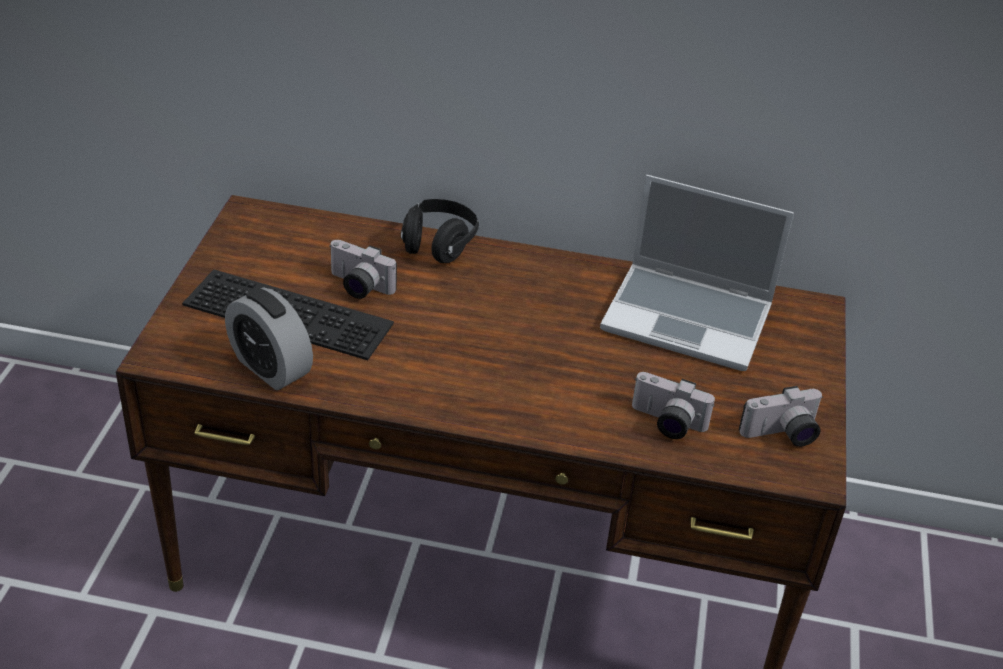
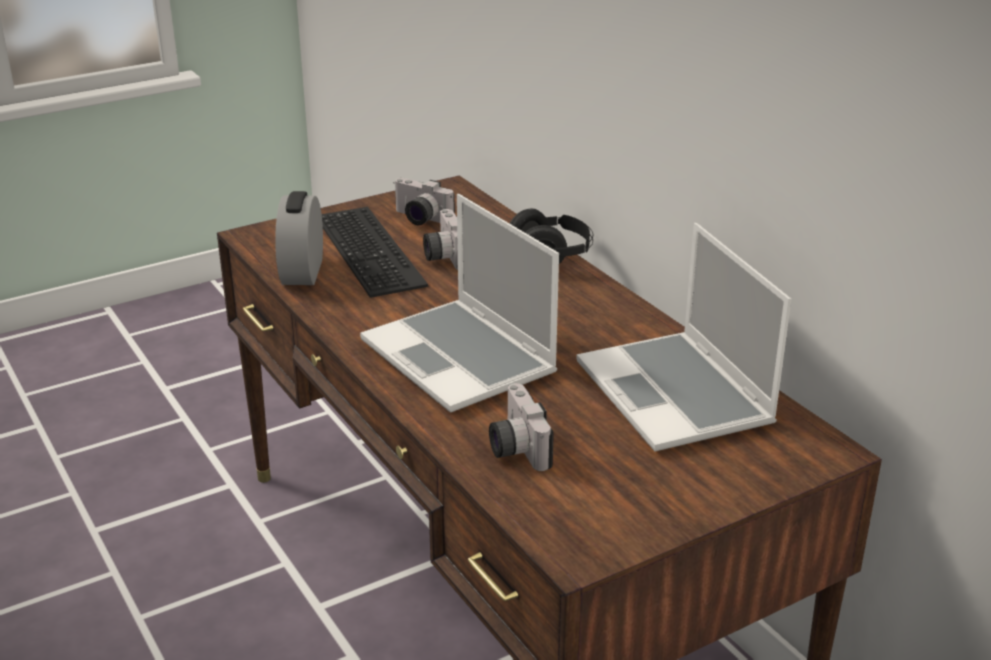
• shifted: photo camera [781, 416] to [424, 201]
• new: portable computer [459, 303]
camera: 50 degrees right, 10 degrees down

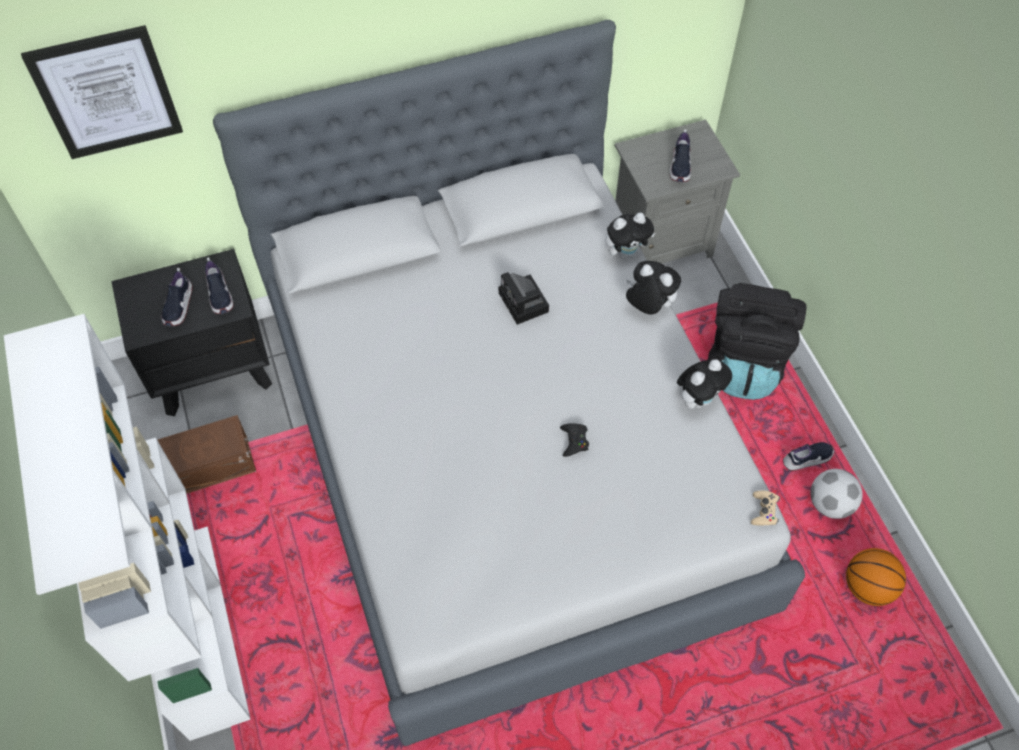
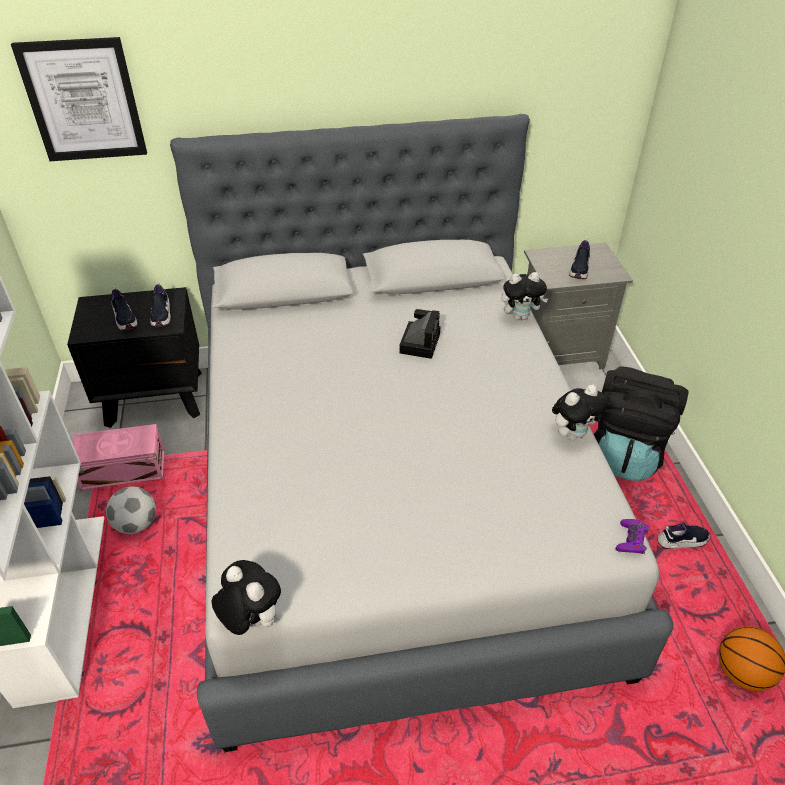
• repainted: brown-coloured storage container [207, 454] to pink storage container [119, 457]
• rotated: low shoe [177, 297] = [124, 308] 45 degrees counterclockwise
• rotated: photo camera [524, 298] = [419, 334] 150 degrees counterclockwise
• gone: black game controller [574, 440]
• shifted: plush toy [653, 288] to [246, 597]
• repainted: beige-coloured game controller [765, 508] to purple game controller [633, 536]
• shifted: football ball [837, 494] to [131, 510]
camera: 10 degrees right, 15 degrees down

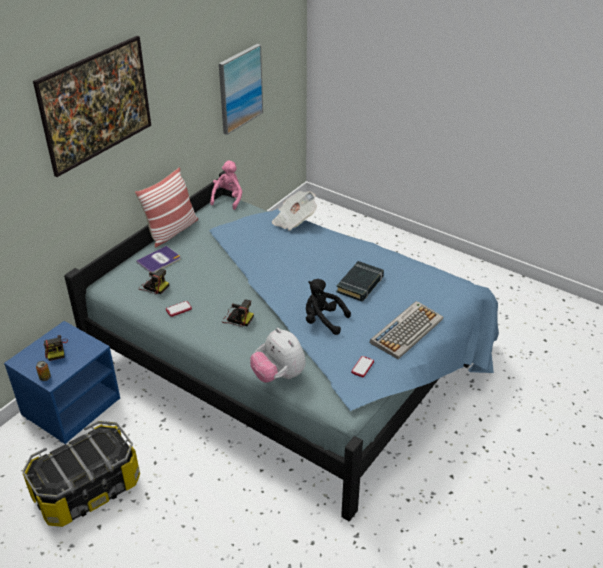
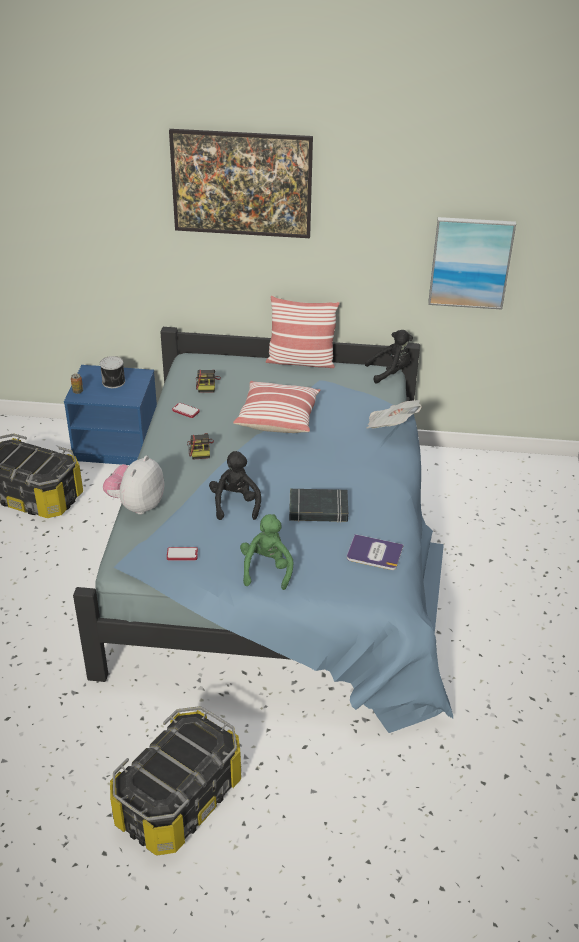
• swapped: photo camera [55, 348] to can [112, 372]
• shifted: volume [158, 259] to [375, 552]
• repainted: pink plush toy [226, 185] to black plush toy [389, 356]
• swapped: PC keyboard [407, 330] to green-coloured plush toy [266, 552]
• new: storage container [176, 780]
• new: pillow [276, 407]
camera: 60 degrees right, 0 degrees up

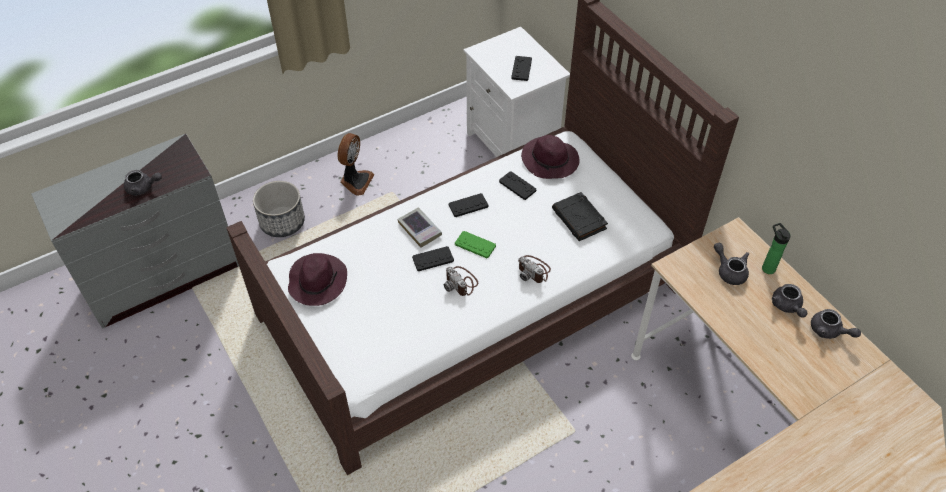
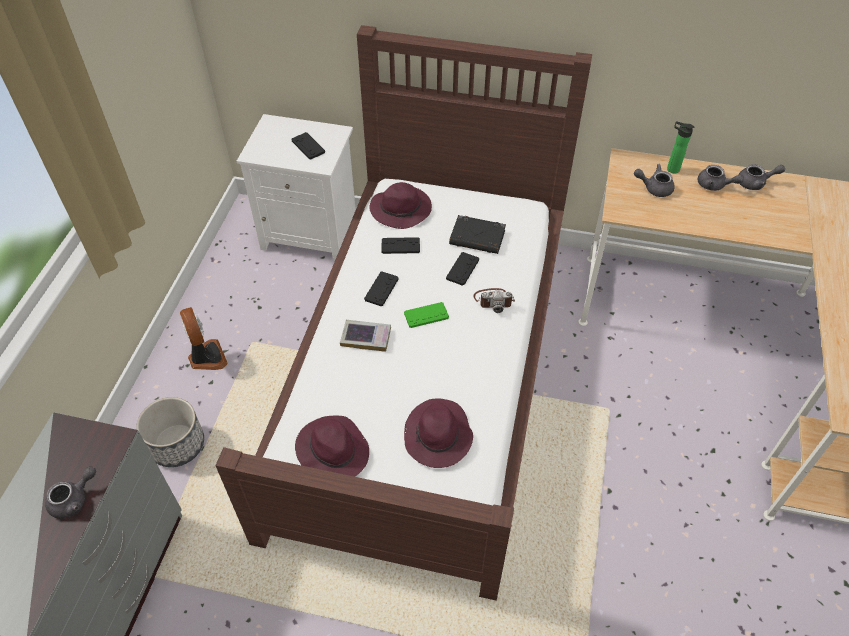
• shifted: black game controller [433, 258] to [462, 269]
• gone: photo camera [461, 281]
• new: purple hat [438, 433]
camera: 45 degrees left, 0 degrees up

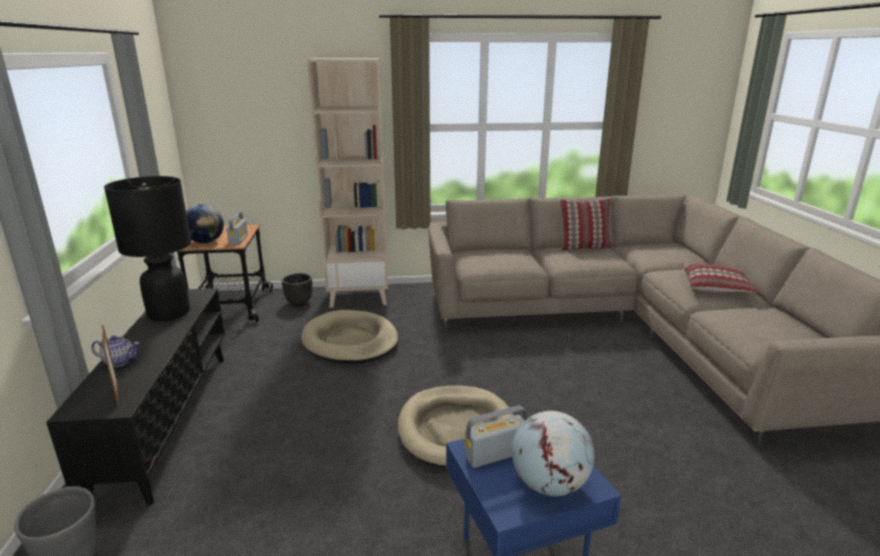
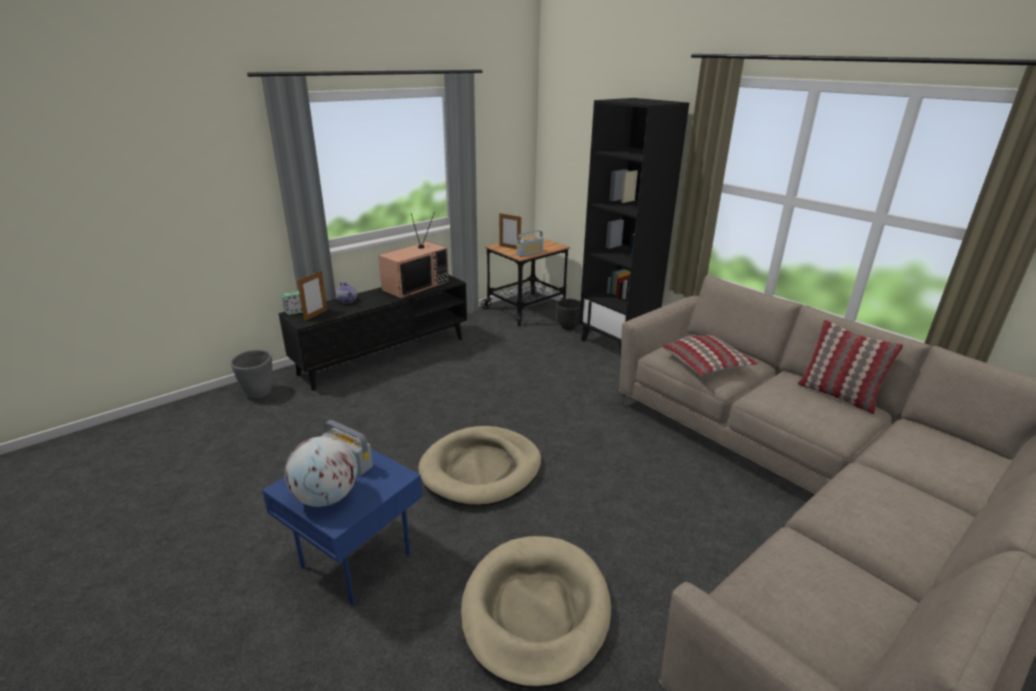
• swapped: black tabletop lamp [147, 248] to television [413, 255]
• swapped: globe [205, 223] to standing frame [510, 231]
• shifted: beige-coloured pet bed [350, 336] to [536, 612]
• repainted: beige-coloured shelving unit [347, 183] to black shelving unit [634, 228]
• shifted: pillow [720, 278] to [709, 355]
• new: alarm clock [292, 303]
camera: 55 degrees right, 5 degrees up

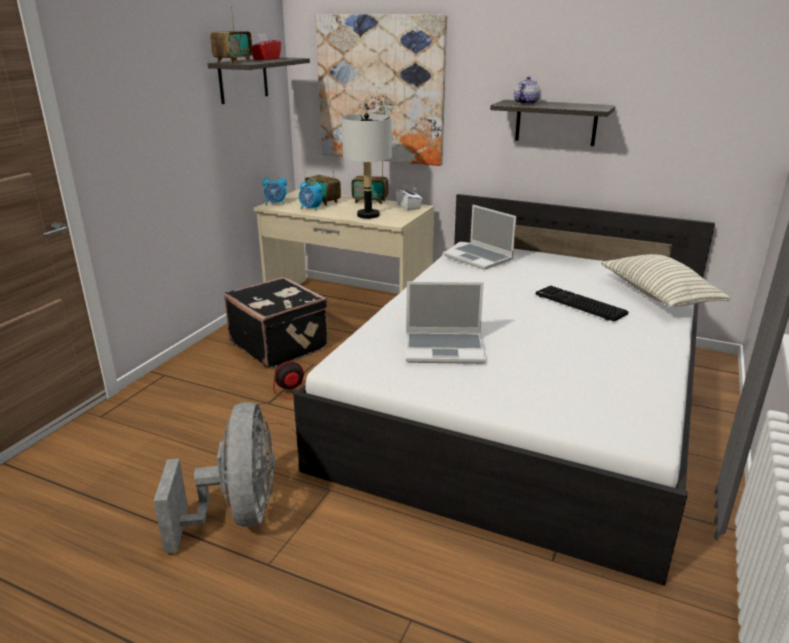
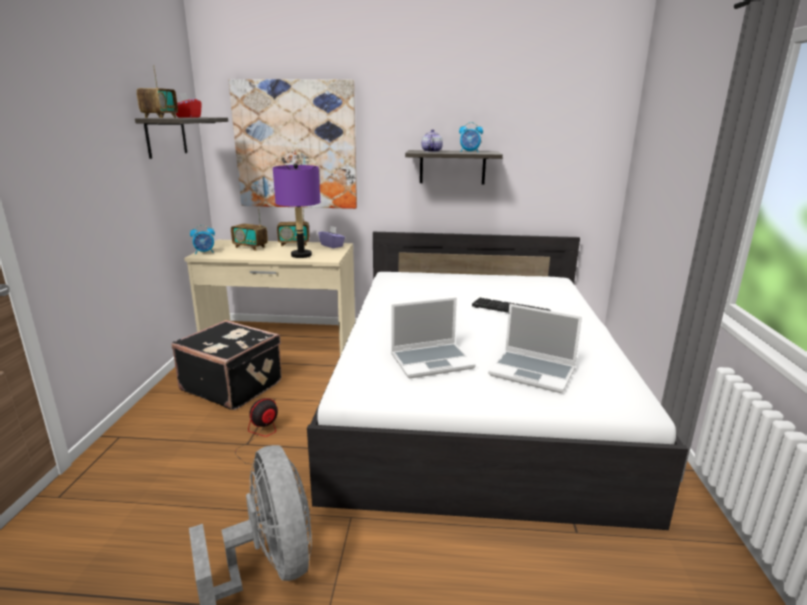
• shifted: alarm clock [311, 195] to [471, 137]
• repainted: greyish tabletop lamp [367, 166] to purple tabletop lamp [296, 210]
• repainted: white box of tissues [409, 197] to purple box of tissues [331, 237]
• shifted: portable computer [479, 237] to [535, 348]
• gone: pillow [666, 280]
camera: 20 degrees left, 5 degrees down

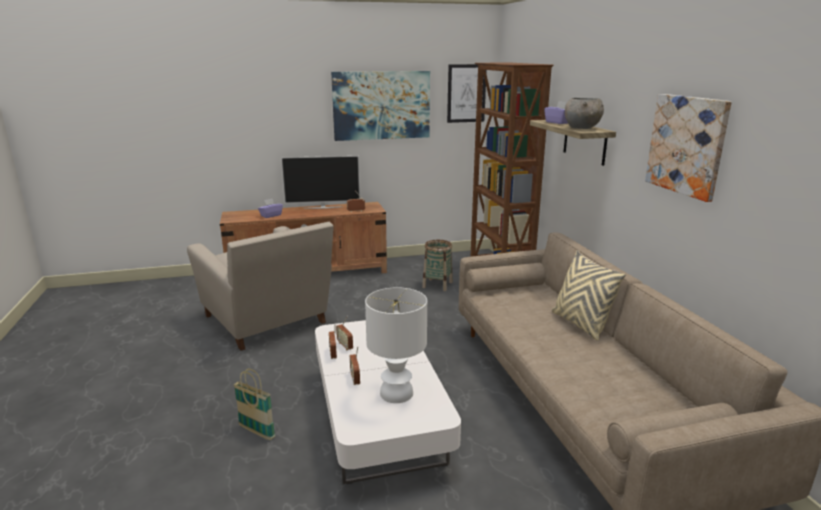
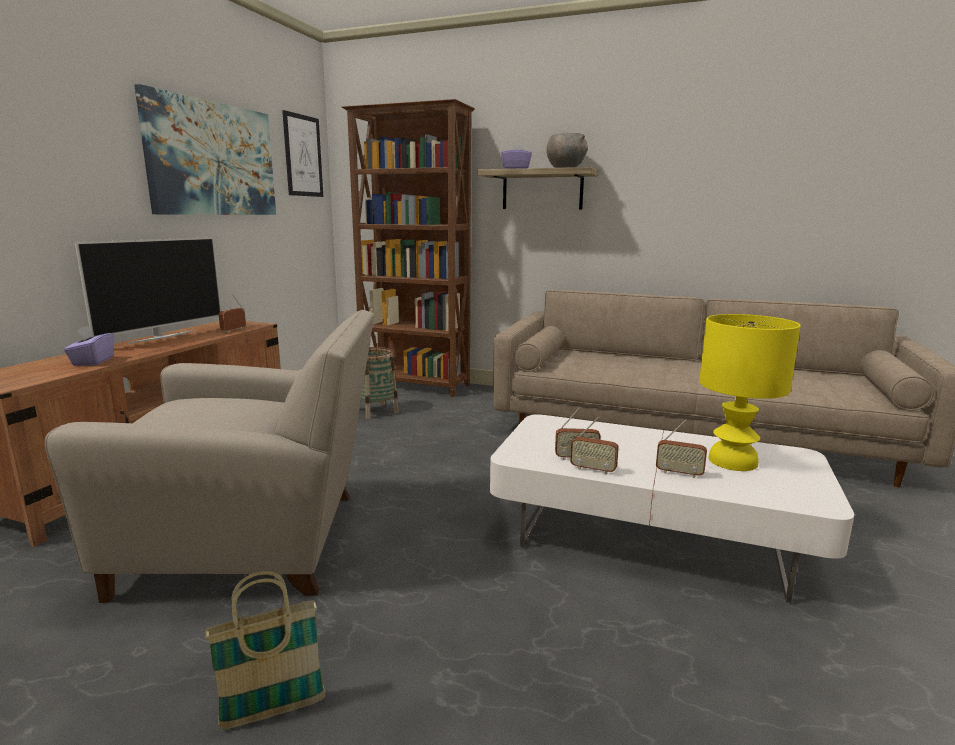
• shifted: storage basket [254, 404] to [265, 650]
• repainted: white tabletop lamp [396, 345] to yellow tabletop lamp [750, 392]
• gone: beige-coloured pillow [589, 295]
• gone: wall art [688, 148]
camera: 55 degrees left, 5 degrees down

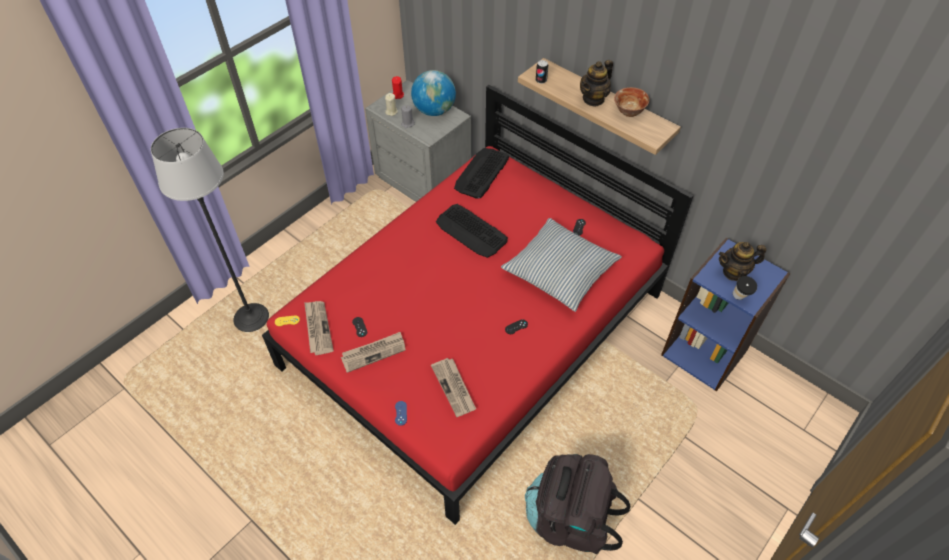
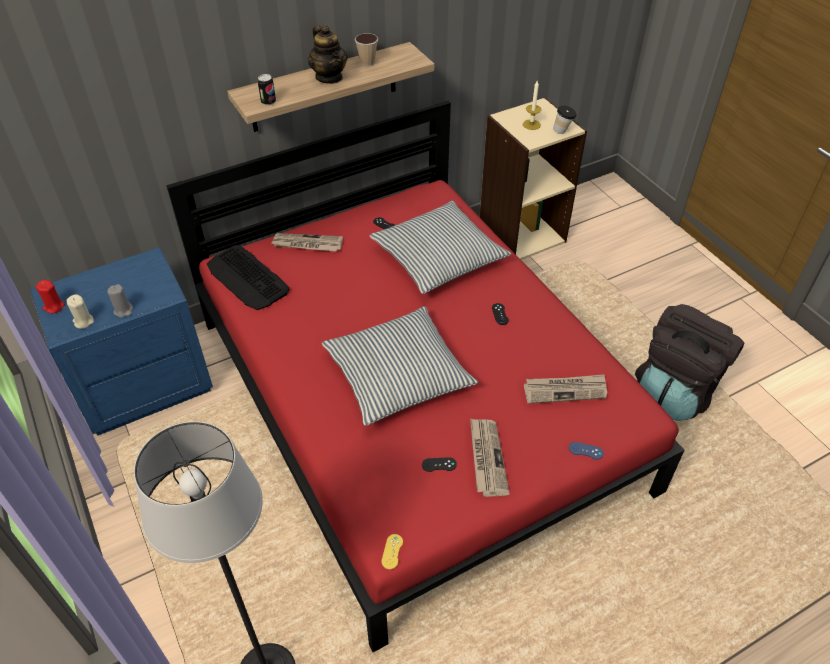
• shifted: newspaper [319, 328] to [307, 242]
• repainted: greyish bedside table [418, 141] to blue bedside table [121, 341]
• gone: globe [433, 93]
• gone: PC keyboard [472, 231]
• swapped: serving bowl [632, 102] to small cup [366, 49]
• repainted: blue shelving unit [725, 314] to beige-coloured shelving unit [533, 178]
• swapped: tea pot [742, 261] to wax light [532, 105]
• new: pillow [400, 366]
camera: 70 degrees left, 5 degrees down

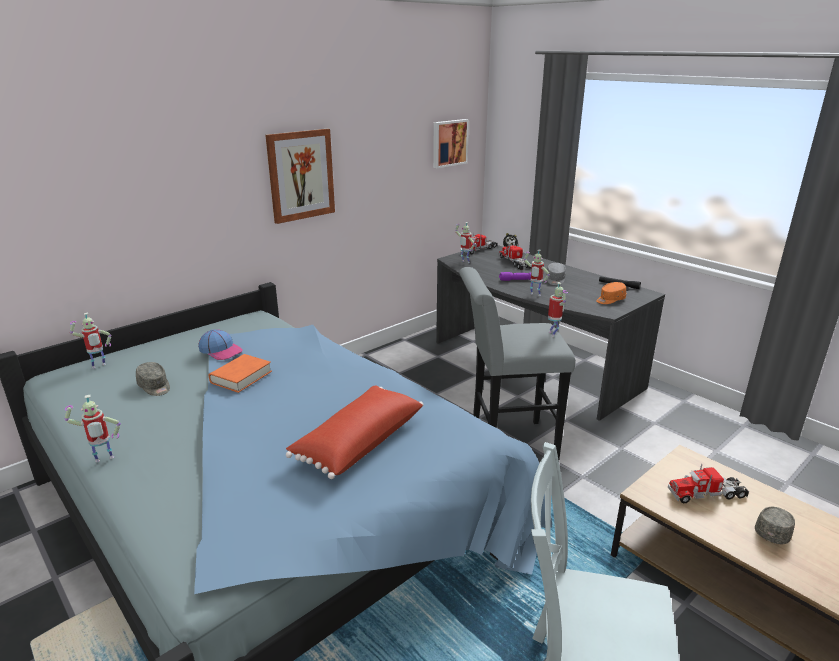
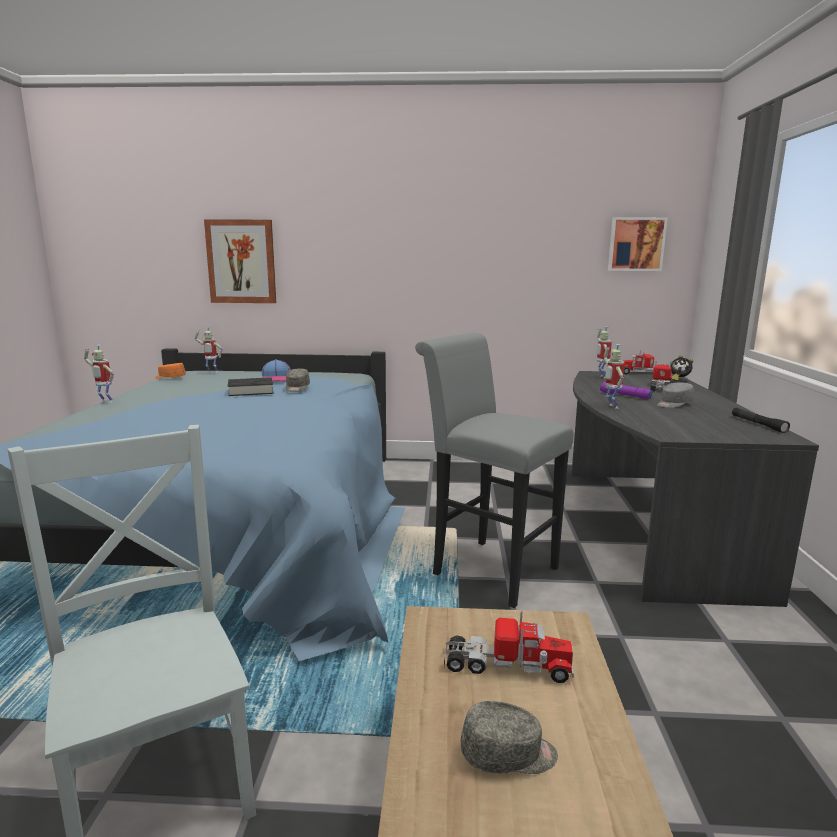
• shifted: greyish baseball cap [153, 379] to [298, 380]
• repainted: orangey volume [240, 373] to black volume [251, 386]
• shifted: wall art [300, 176] to [240, 261]
• gone: reddish pillow [354, 432]
• gone: model robot [558, 309]
• shifted: orangey baseball cap [611, 293] to [170, 371]
• rotated: toy lorry [708, 483] = [509, 646] 150 degrees clockwise
camera: 45 degrees right, 10 degrees down

